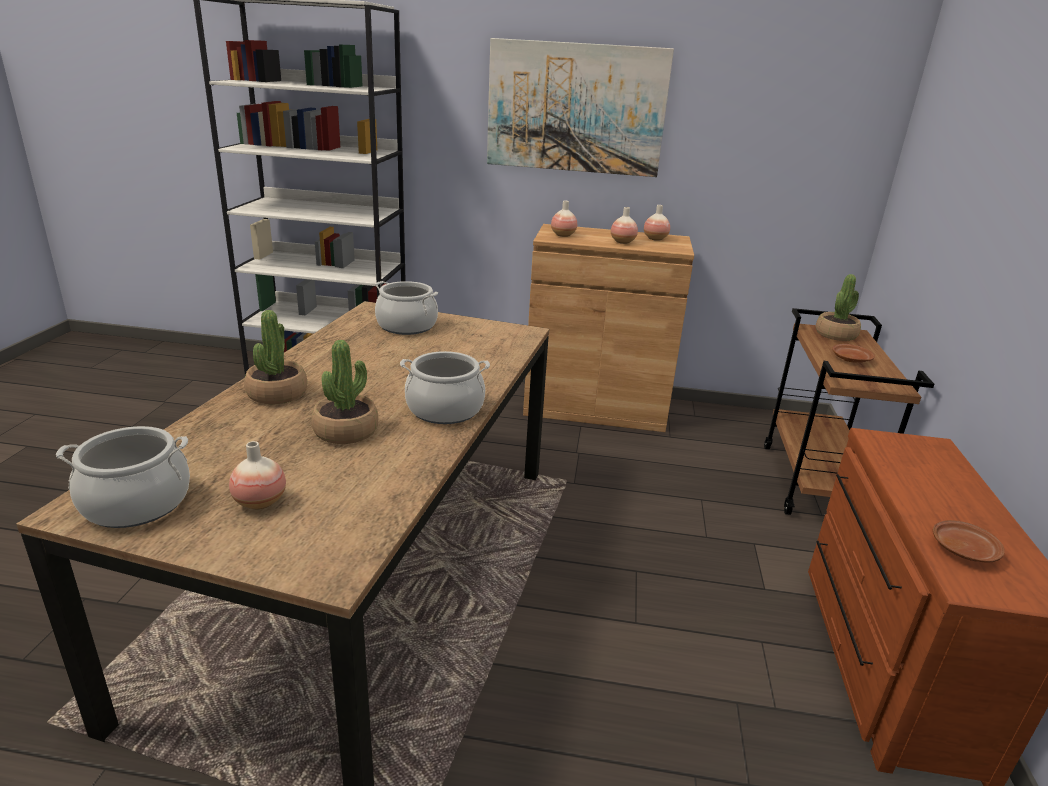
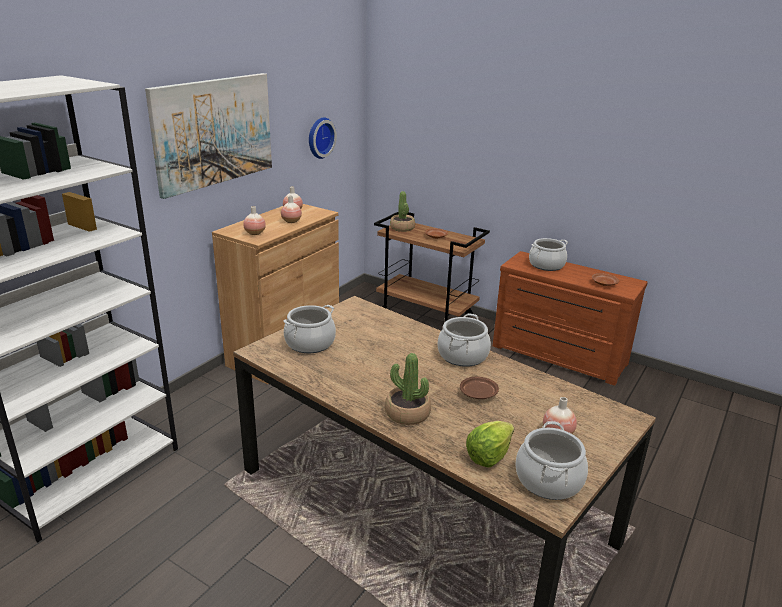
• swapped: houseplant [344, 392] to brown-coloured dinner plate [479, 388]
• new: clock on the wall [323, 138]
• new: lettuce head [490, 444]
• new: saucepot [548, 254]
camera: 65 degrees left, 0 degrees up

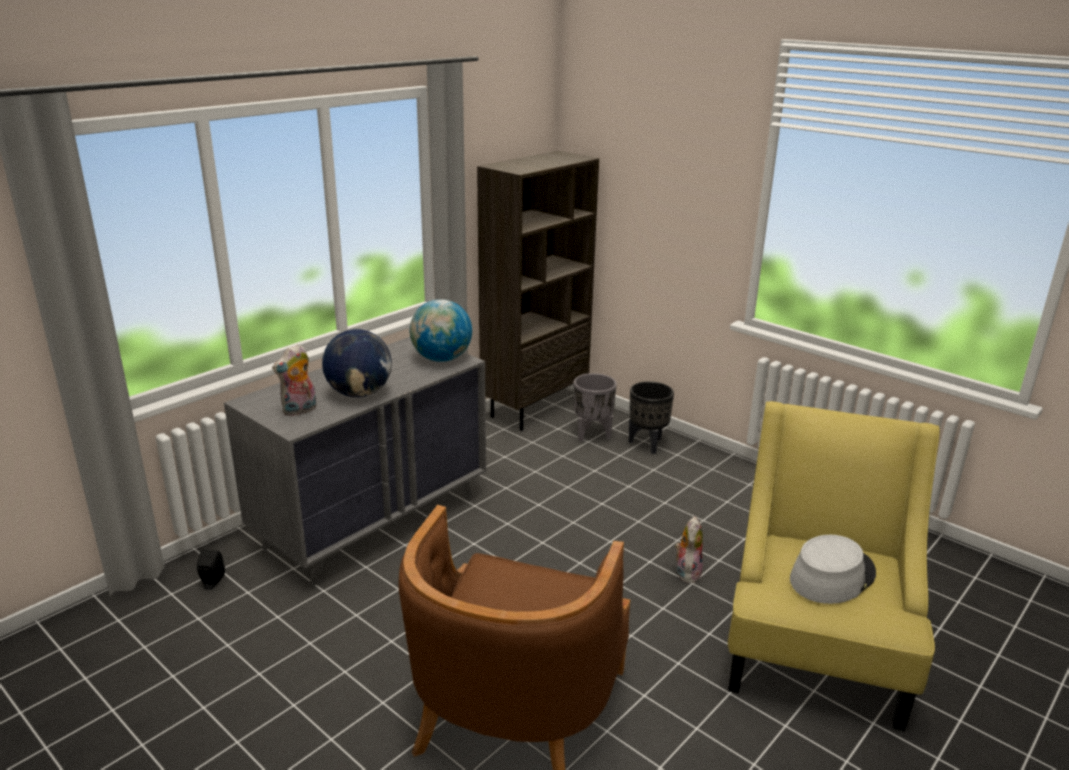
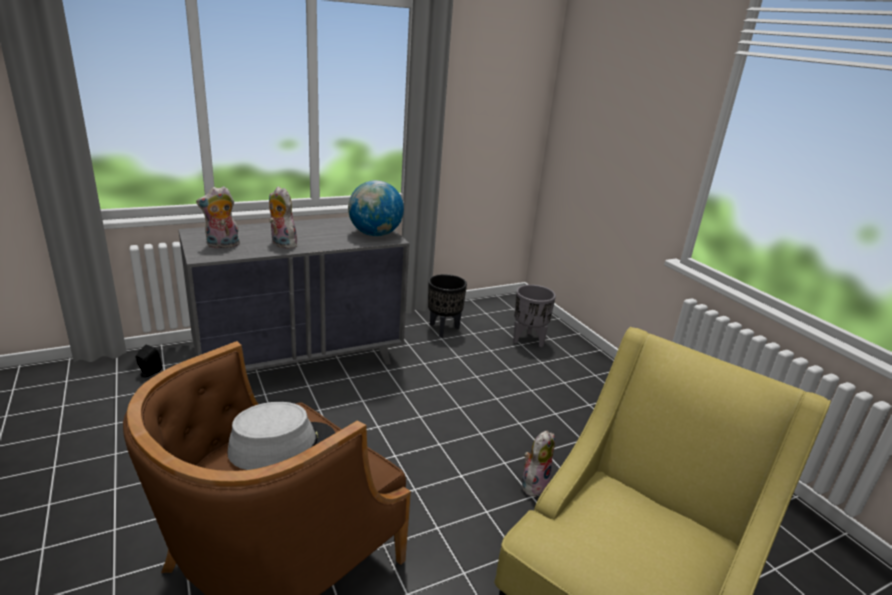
• swapped: globe [357, 363] to plush toy [283, 217]
• gone: brown-coloured shelving unit [538, 291]
• shifted: black flower pot [651, 417] to [447, 306]
• shifted: greyish hat [833, 569] to [281, 436]
camera: 20 degrees right, 0 degrees up

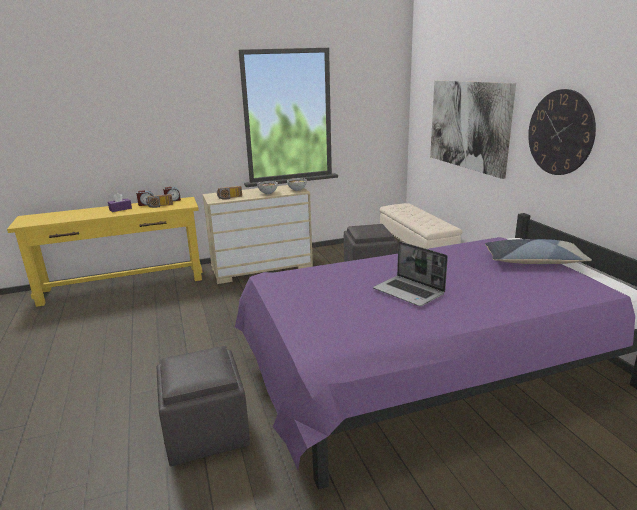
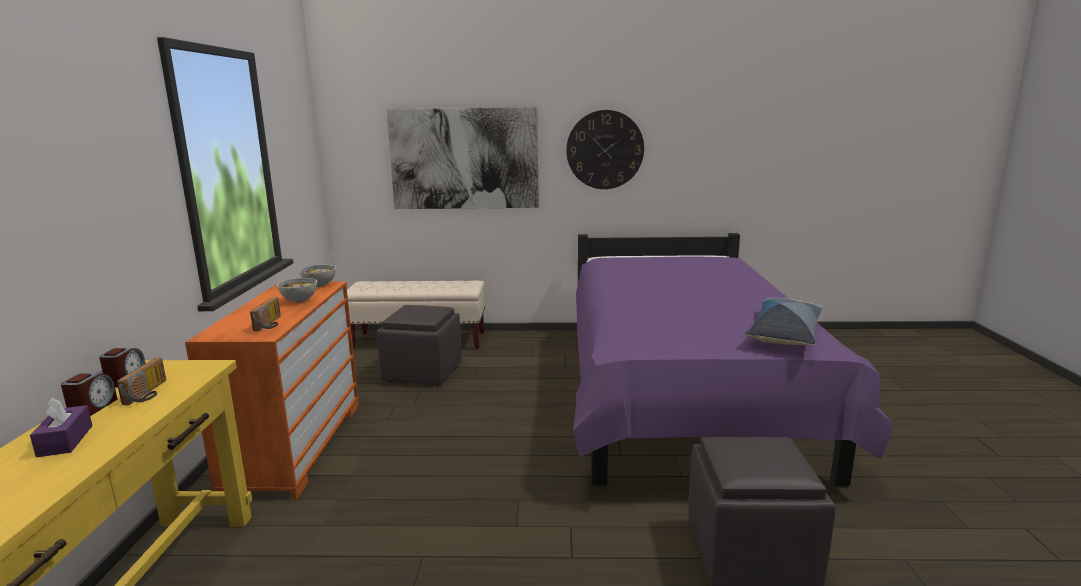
• repainted: beige-coloured dresser [258, 234] to orangey dresser [272, 391]
• gone: portable computer [410, 273]
• shifted: pillow [538, 251] to [784, 322]
camera: 70 degrees left, 5 degrees down

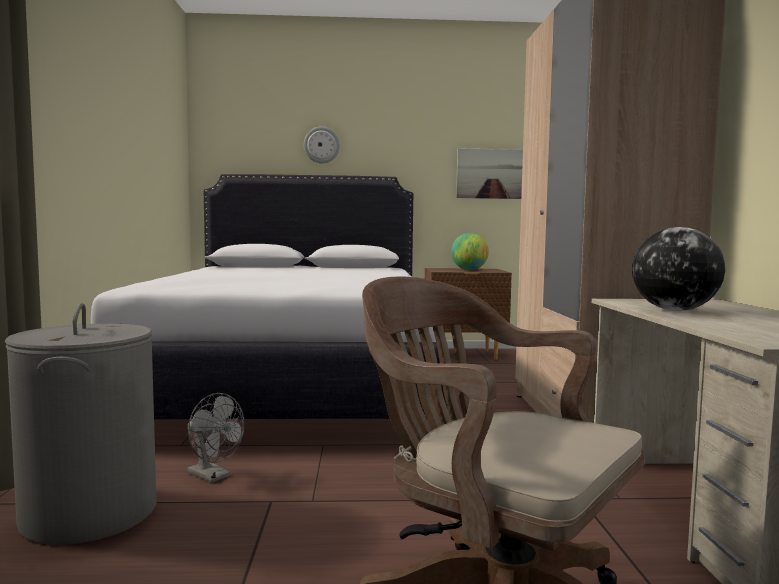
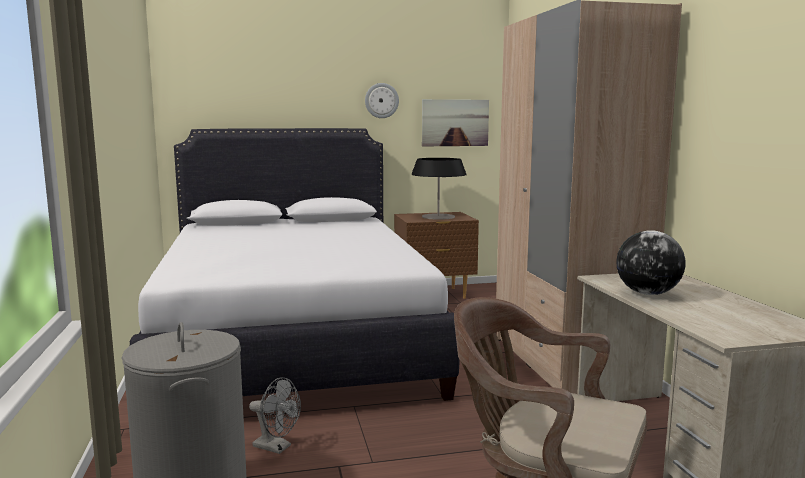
• shifted: clock on the wall [322, 144] to [382, 100]
• swapped: globe [470, 251] to tabletop lamp [439, 189]
camera: 10 degrees left, 5 degrees up

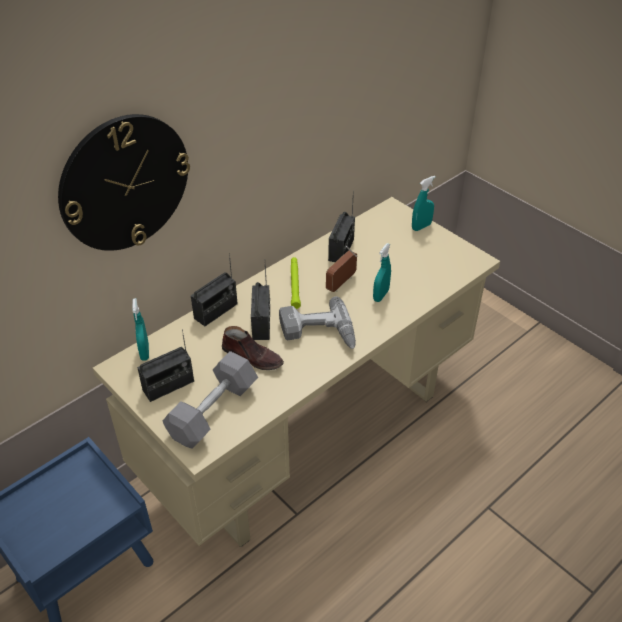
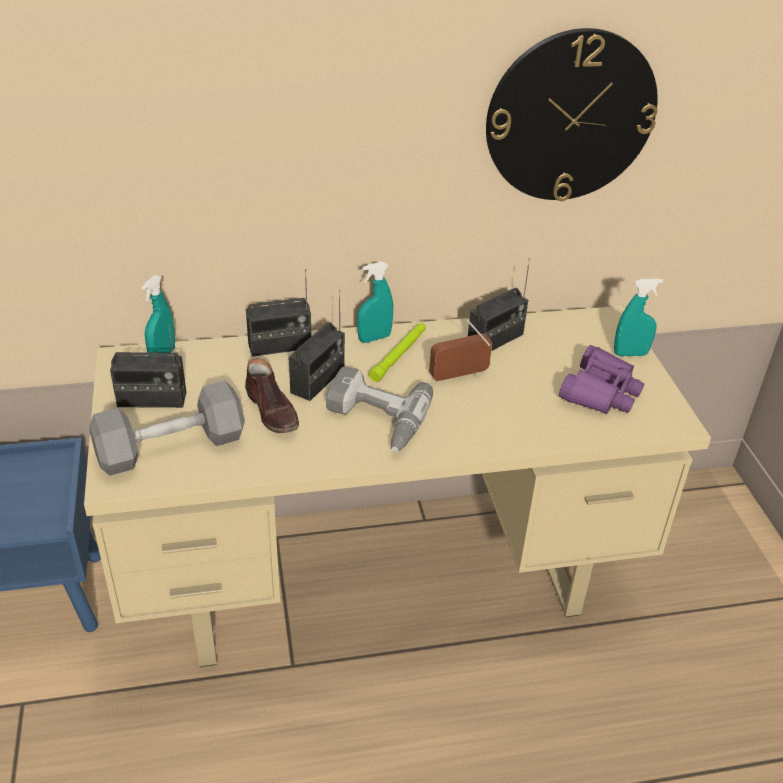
• shifted: clock on the wall [124, 182] to [572, 114]
• shifted: turquoise-coloured spray bottle [382, 272] to [375, 302]
• new: purple pair of binoculars [601, 379]
camera: 30 degrees right, 5 degrees down

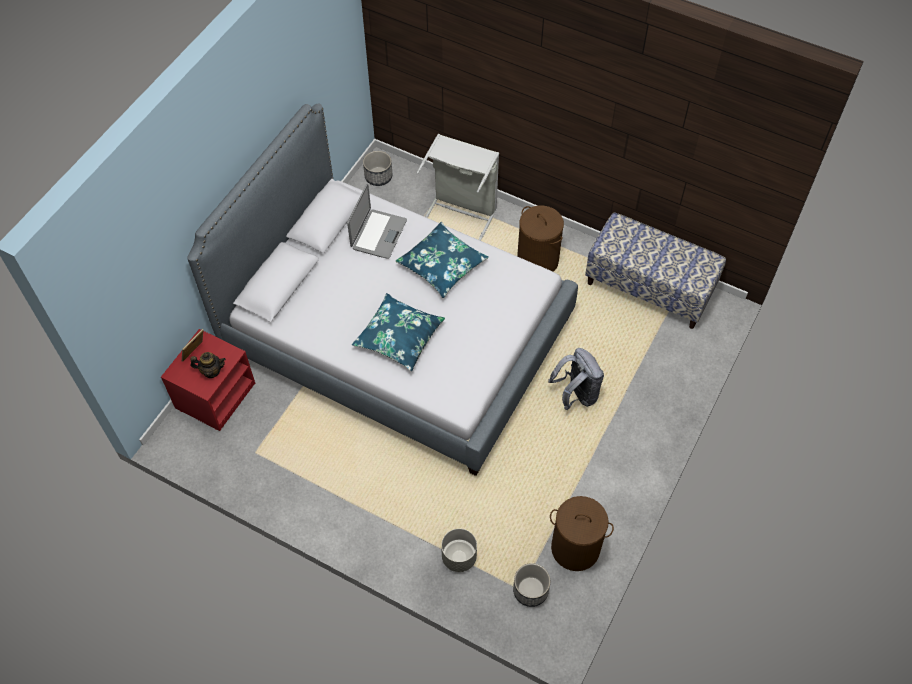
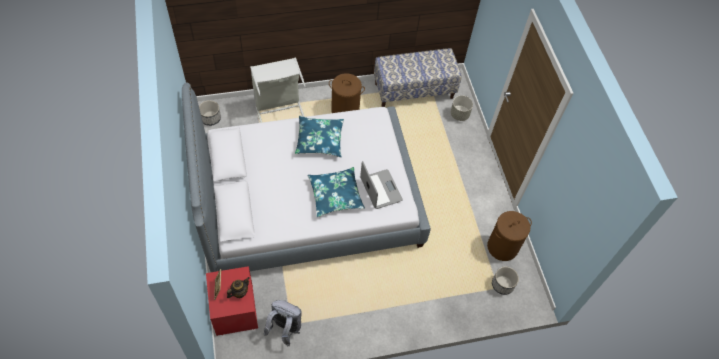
• shifted: portable computer [377, 221] to [381, 185]
• shifted: greyish flower pot [459, 550] to [462, 108]
• shifted: greyish backpack [576, 379] to [282, 323]
camera: 45 degrees left, 0 degrees up

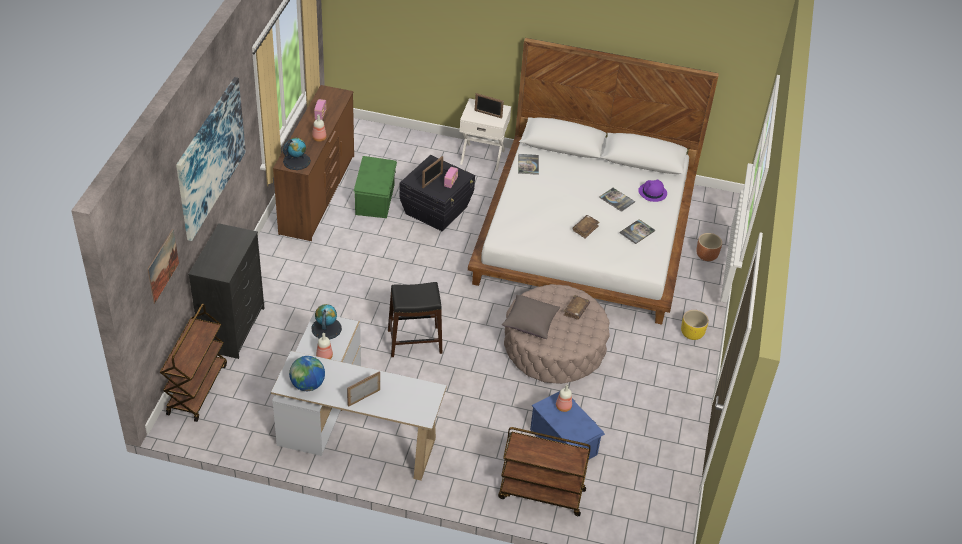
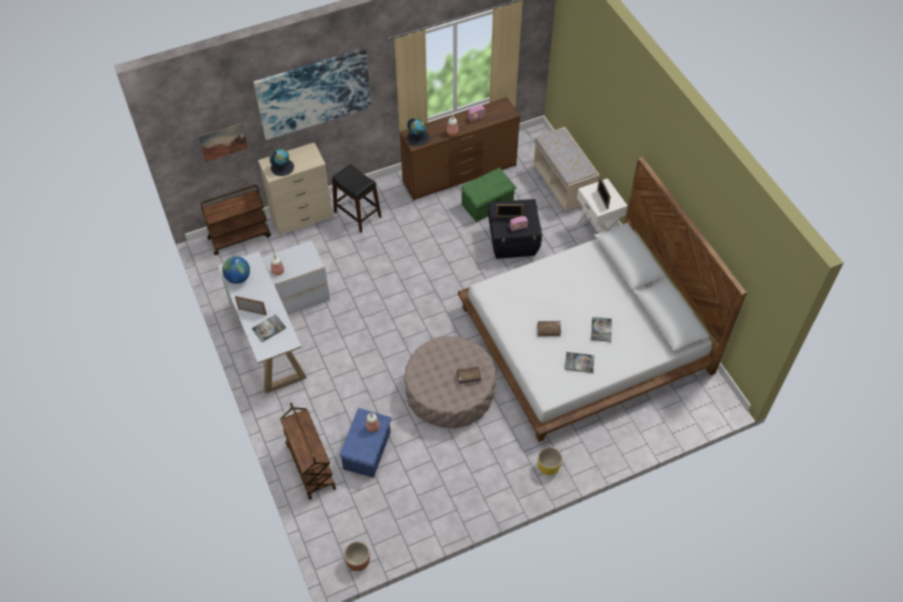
• repainted: black dresser [226, 291] to beige-coloured dresser [295, 190]
• shifted: globe [327, 322] to [282, 162]
• shifted: black stool seat [415, 319] to [356, 198]
• gone: greyish pillow [531, 316]
• shifted: volume [528, 164] to [269, 328]
• gone: purple hat [652, 191]
• shifted: brown-coloured flower pot [709, 247] to [357, 556]
• new: beige-coloured long seat [566, 169]
camera: 55 degrees right, 10 degrees up

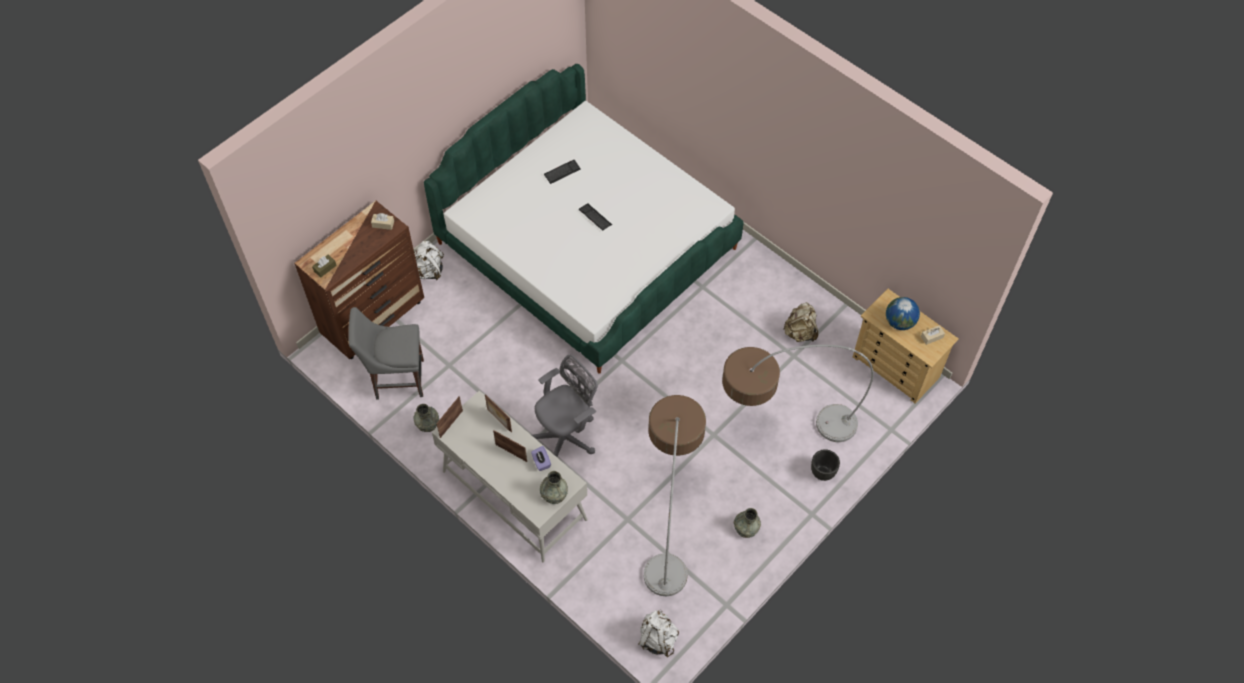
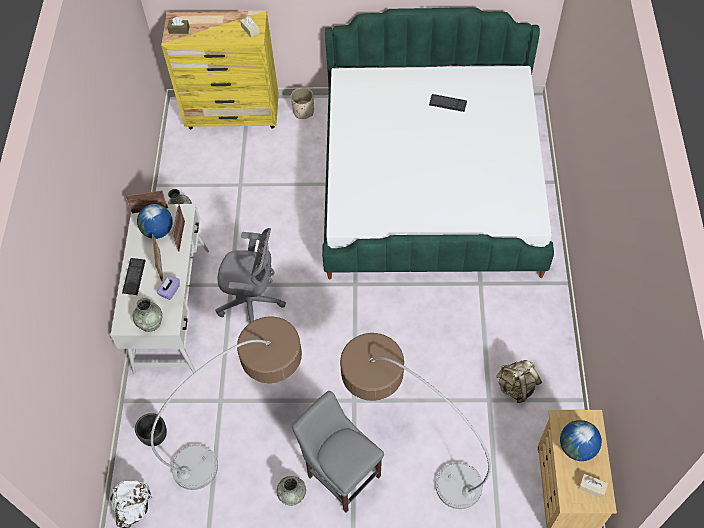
• repainted: brown-coloured dresser [359, 280] to yellow dresser [220, 70]
• shifted: greyish plain chair [386, 353] to [338, 452]
• swapped: white backpack [429, 260] to beige-coloured flower pot [302, 103]
• shifted: PC keyboard [595, 217] to [134, 276]
• shifted: black flower pot [825, 465] to [151, 429]
• new: globe [155, 221]
camera: 50 degrees right, 0 degrees up

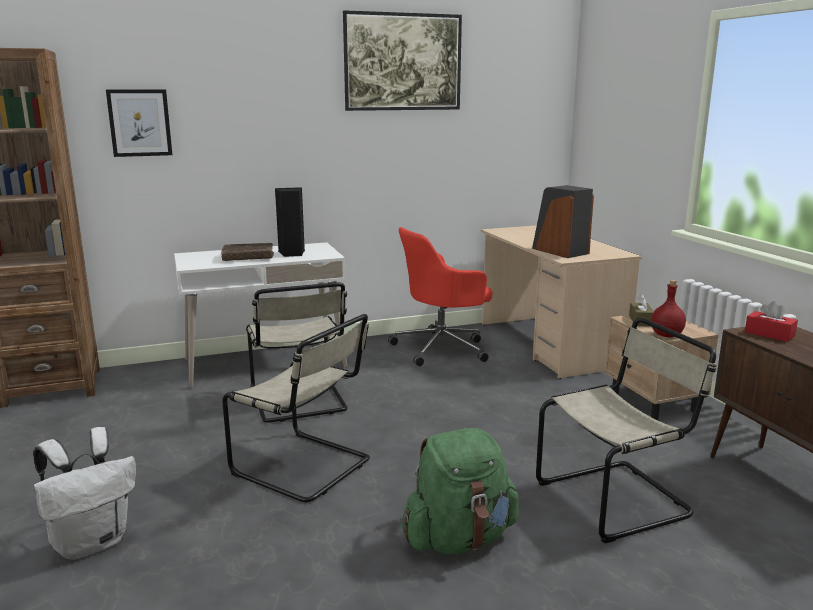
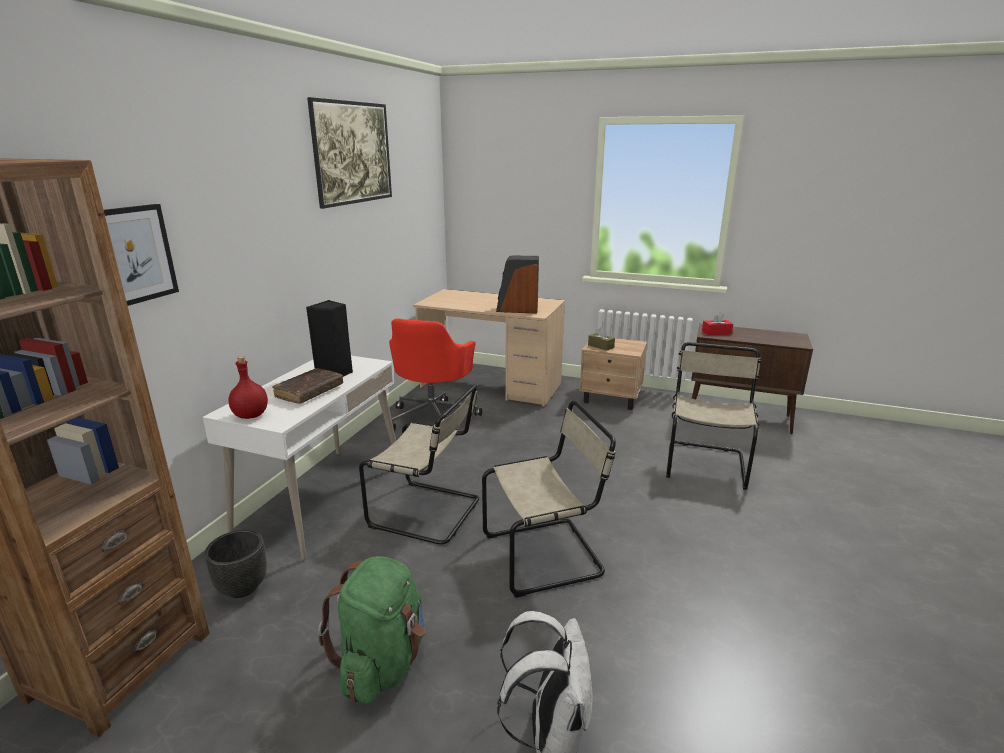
• shifted: green-coloured backpack [460, 491] to [371, 630]
• shifted: reddish bottle [668, 308] to [248, 387]
• new: black flower pot [235, 564]
camera: 50 degrees left, 5 degrees up

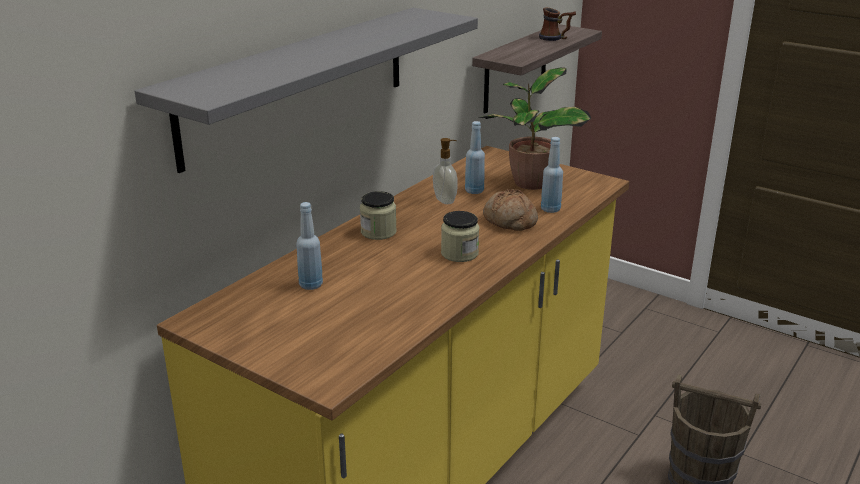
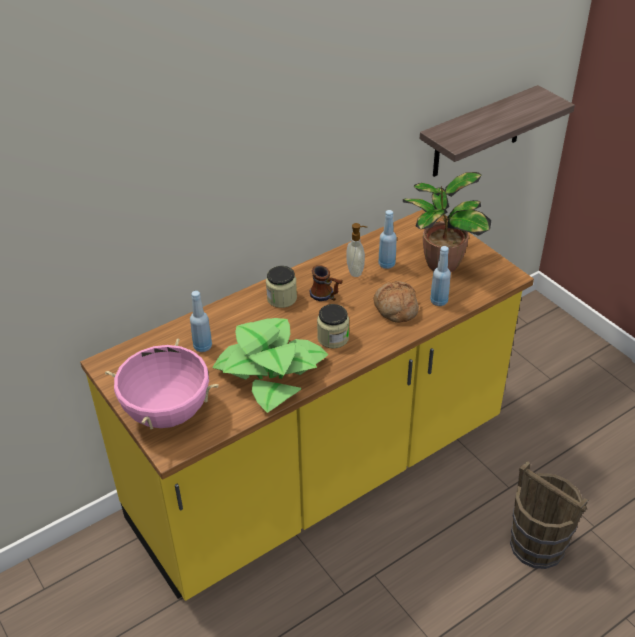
• gone: greyish shelf [306, 90]
• shifted: tea mug [557, 24] to [326, 283]
• new: pink saucepot [162, 383]
• new: houseplant [270, 365]
camera: 20 degrees right, 15 degrees up

